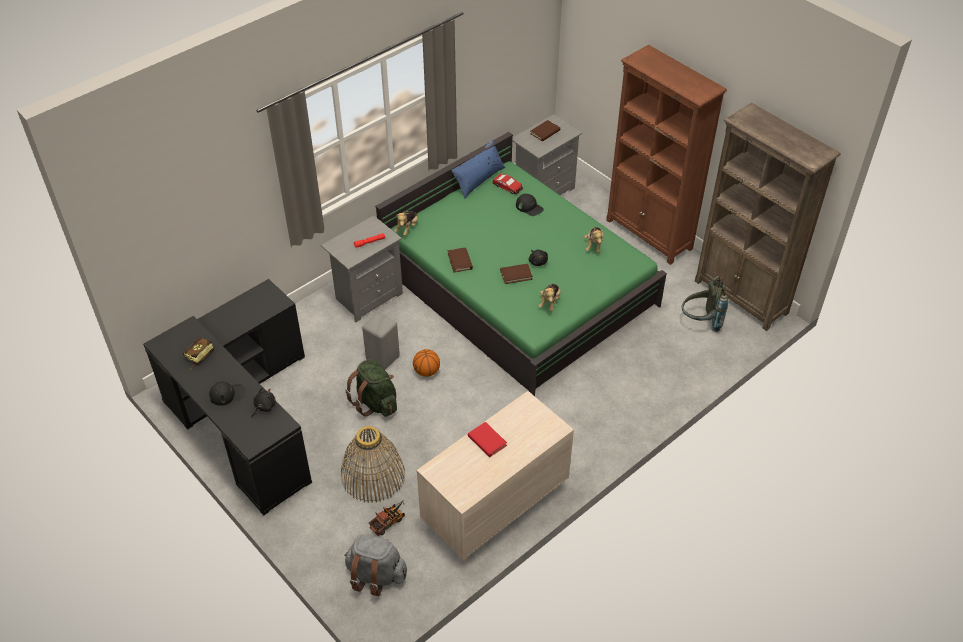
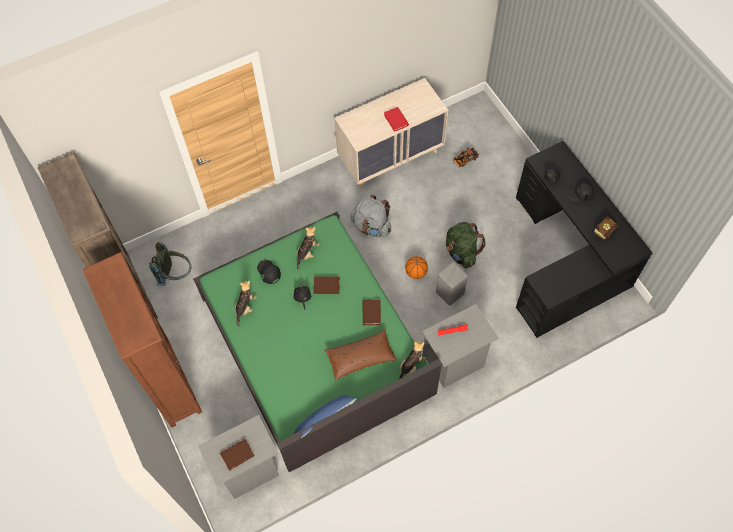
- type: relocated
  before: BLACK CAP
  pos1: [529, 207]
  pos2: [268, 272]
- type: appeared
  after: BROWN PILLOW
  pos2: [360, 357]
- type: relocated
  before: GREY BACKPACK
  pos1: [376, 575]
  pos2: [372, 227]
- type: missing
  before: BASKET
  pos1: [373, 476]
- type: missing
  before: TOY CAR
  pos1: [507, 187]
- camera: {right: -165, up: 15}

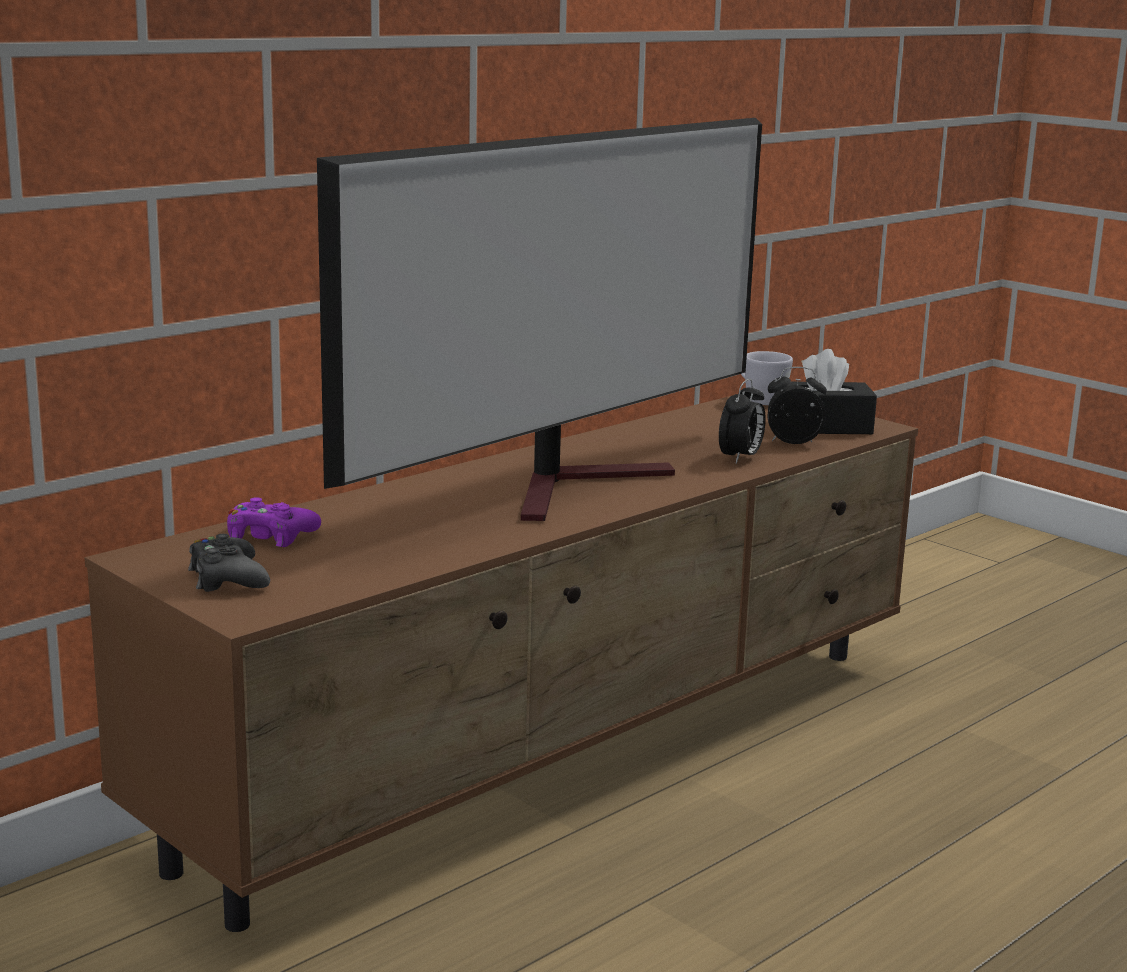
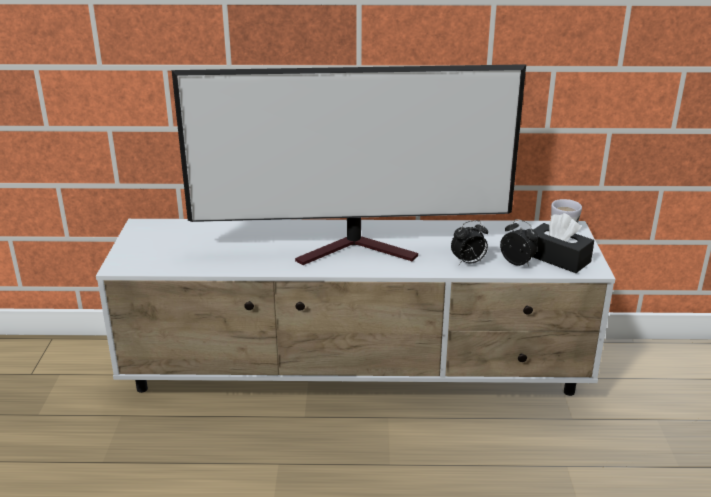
- type: colour
  before: BROWN TV STAND
  after: WHITE TV STAND
  pos1: [559, 749]
  pos2: [358, 375]
- type: missing
  before: BLACK GAME CONTROLLER
  pos1: [227, 578]
- type: missing
  before: PURPLE GAME CONTROLLER
  pos1: [269, 536]
- camera: {right: 45, up: 10}

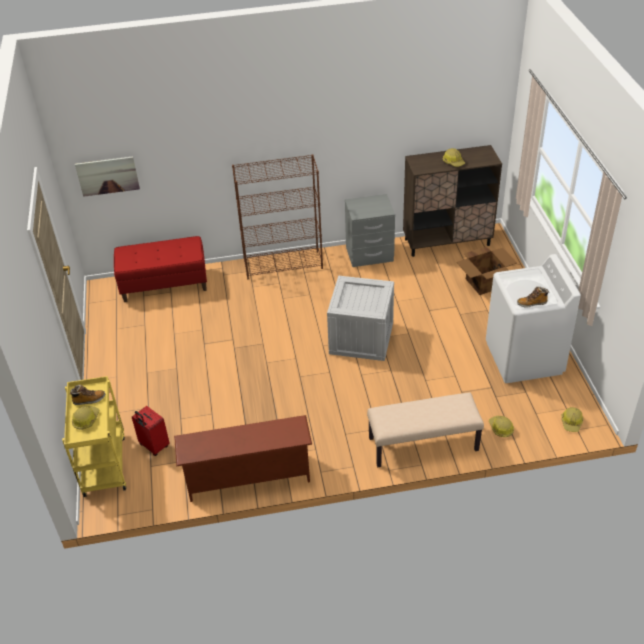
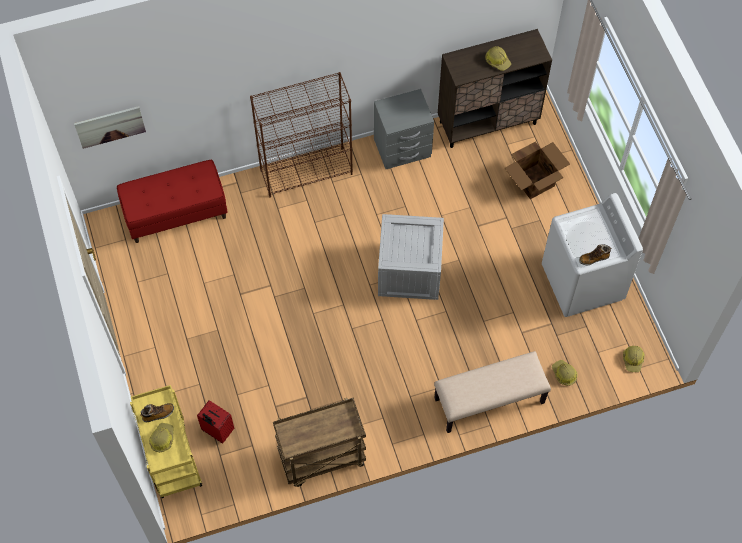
- type: exchanged
  before: BROWN SHOE RACK
  after: BROWN CART
  pos1: [248, 478]
  pos2: [321, 459]
- camera: {right: -10, up: 20}

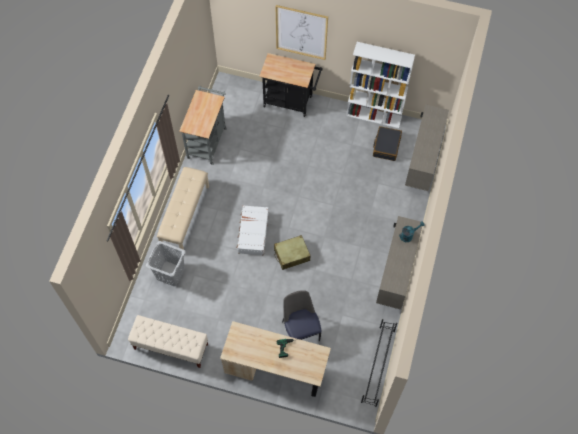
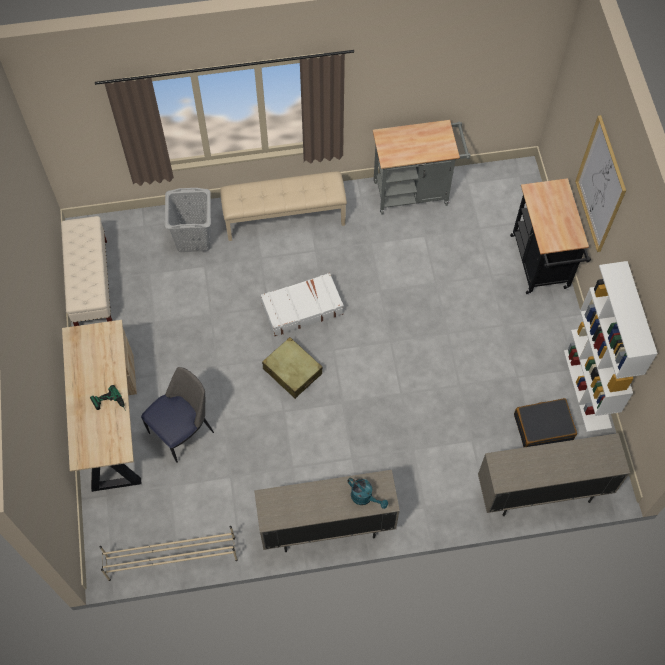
- type: colour
  before: BLACK SHOE RACK
  after: BEIGE SHOE RACK
  pos1: [377, 366]
  pos2: [171, 558]
- camera: {right: 65, up: 0}

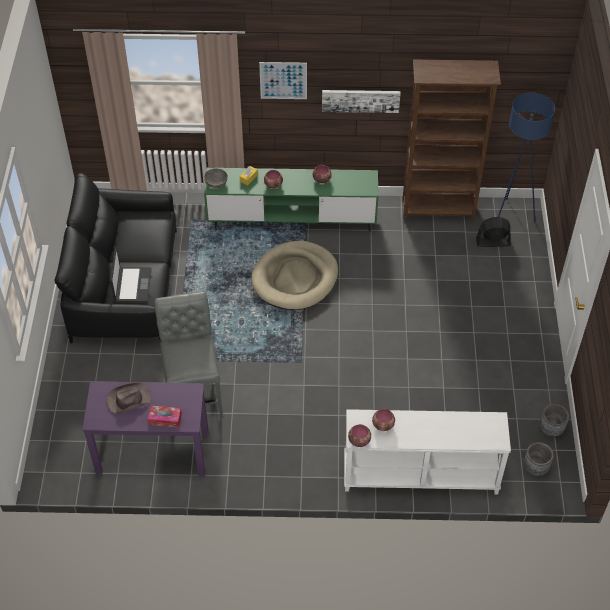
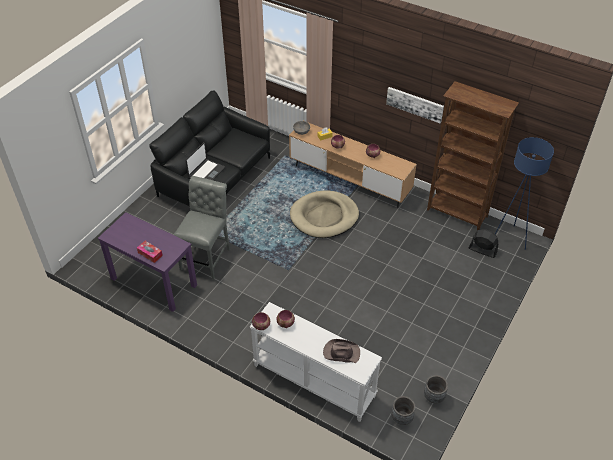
- type: colour
  before: GREEN TV STAND
  after: BROWN TV STAND
  pos1: [292, 220]
  pos2: [349, 180]
- type: relocated
  before: BROWN HAT
  pos1: [128, 399]
  pos2: [341, 352]
- type: missing
  before: PICTURE
  pos1: [283, 80]
- camera: {right: 30, up: -5}

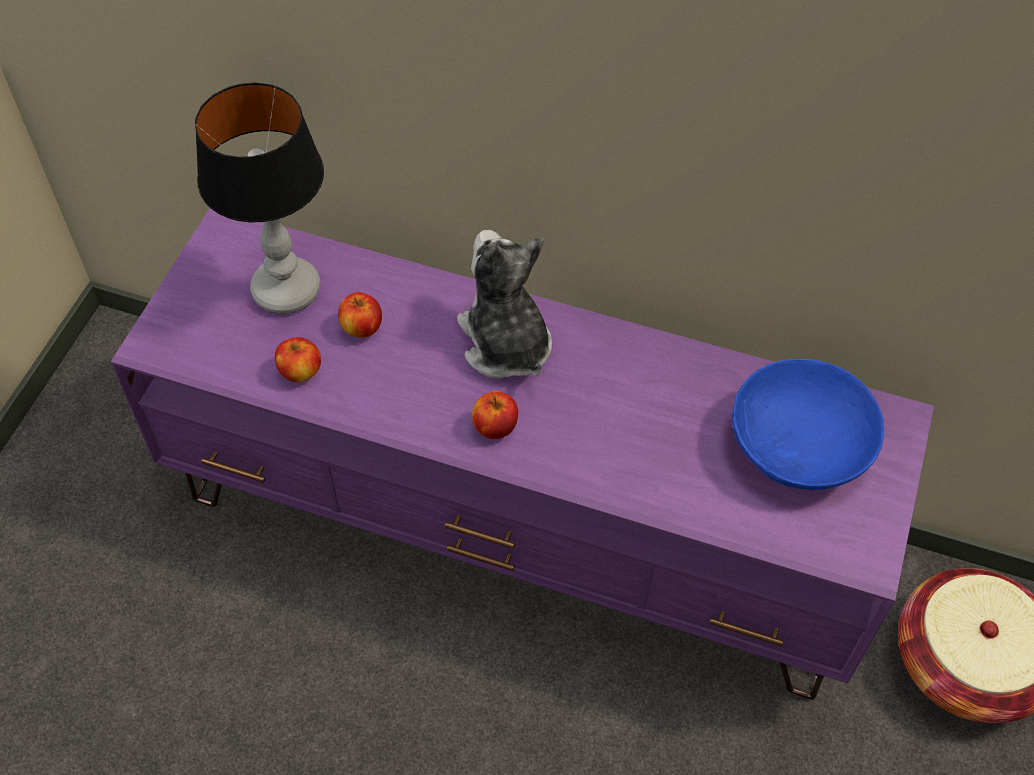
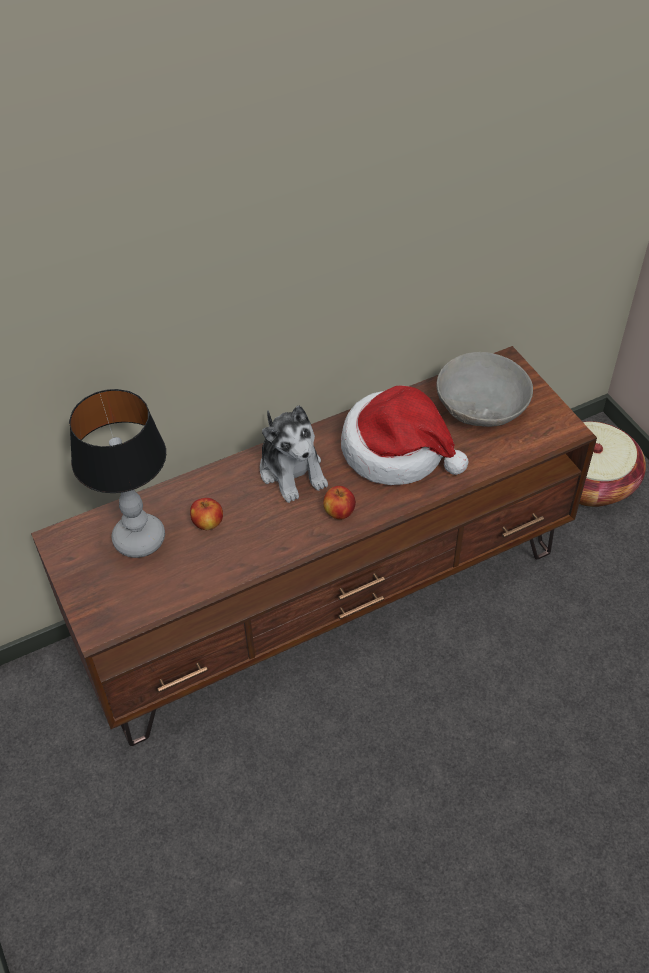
- type: colour
  before: PURPLE TV STAND
  after: BROWN TV STAND
  pos1: [519, 527]
  pos2: [327, 598]
- type: spun
  before: PLUSH TOY
  pos1: [505, 344]
  pos2: [292, 471]
  turn: -135
- type: appeared
  after: HAT
  pos2: [397, 450]
- type: colour
  before: BLUE BOWL
  after: GREY BOWL
  pos1: [799, 446]
  pos2: [482, 407]
- type: missing
  before: APPLE
  pos1: [301, 372]
- camera: {right: -45, up: -5}

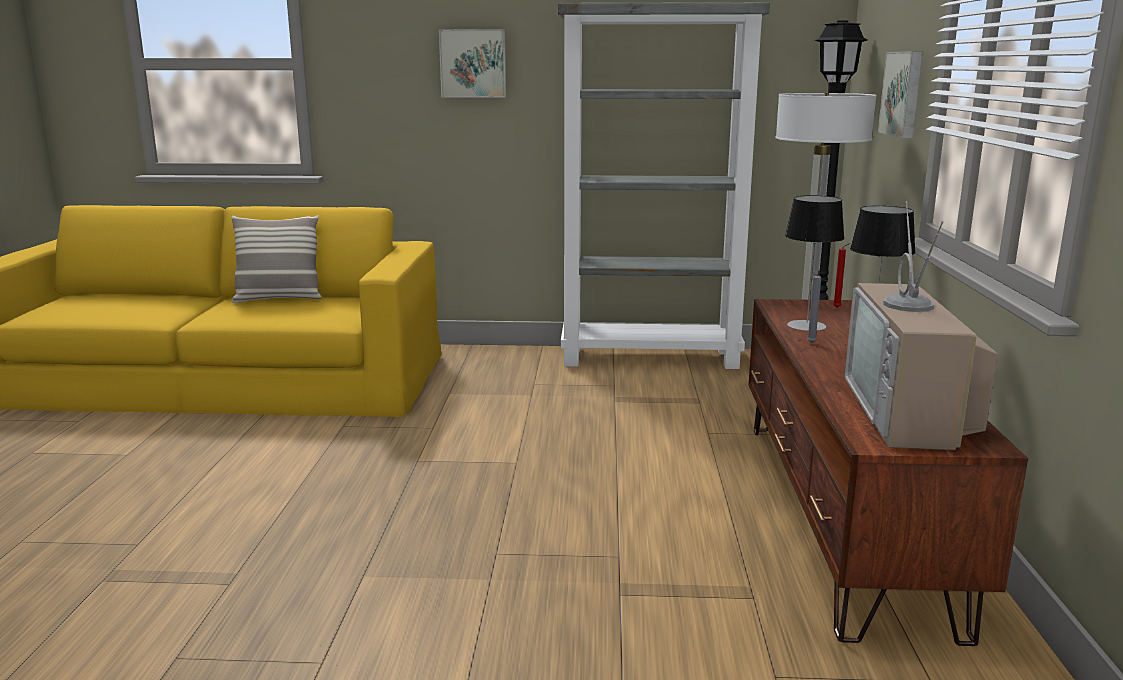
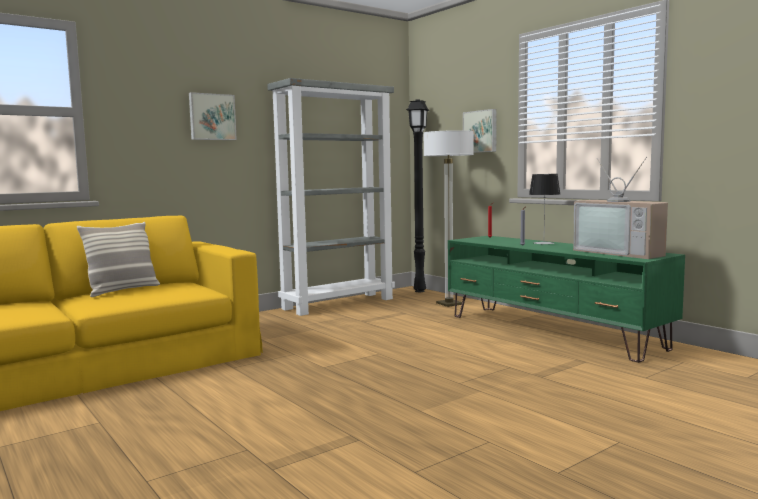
- type: colour
  before: BROWN TV STAND
  after: GREEN TV STAND
  pos1: [840, 514]
  pos2: [551, 331]
- type: missing
  before: TABLE LAMP
  pos1: [806, 325]
- camera: {right: -40, up: -10}

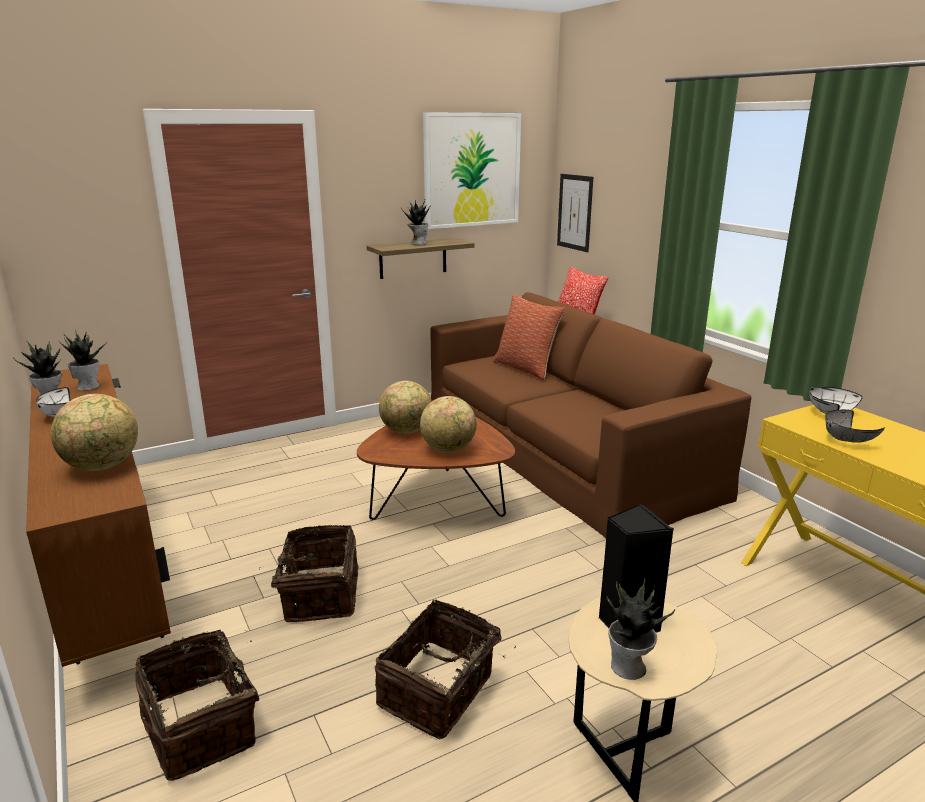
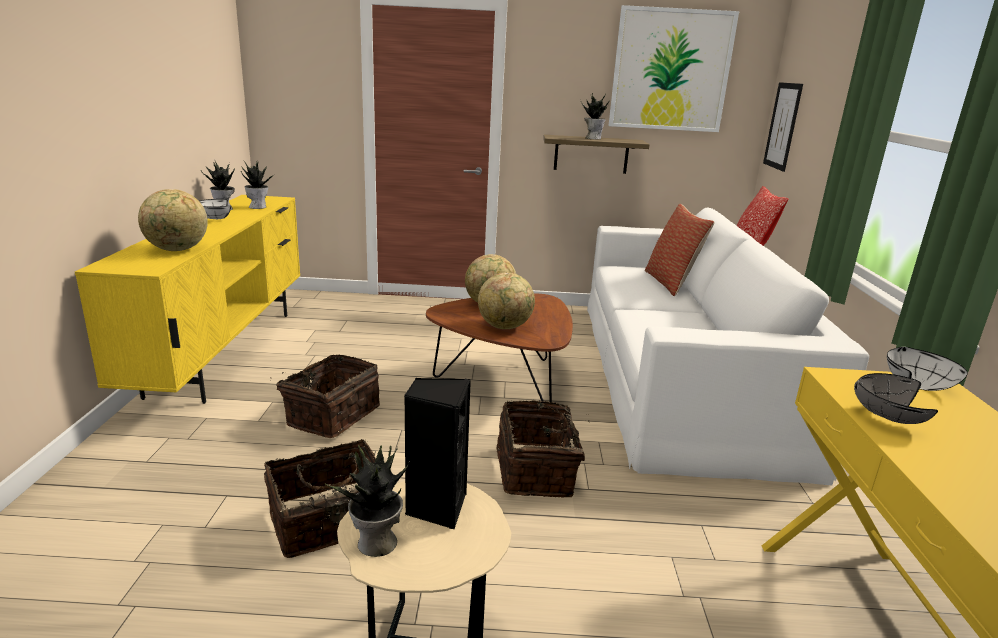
- type: colour
  before: BROWN TV STAND
  after: YELLOW TV STAND
  pos1: [109, 571]
  pos2: [225, 351]
- type: relocated
  before: BASKET
  pos1: [203, 726]
  pos2: [537, 471]
- type: colour
  before: BROWN SOFA
  after: WHITE SOFA
  pos1: [563, 447]
  pos2: [680, 374]
- camera: {right: 30, up: 0}

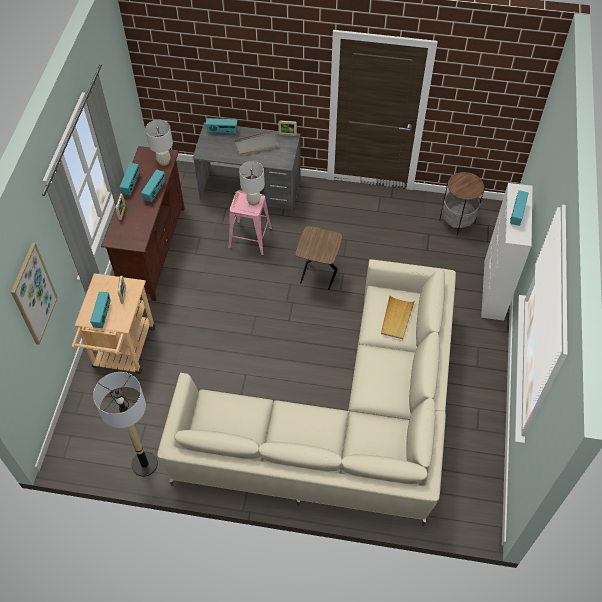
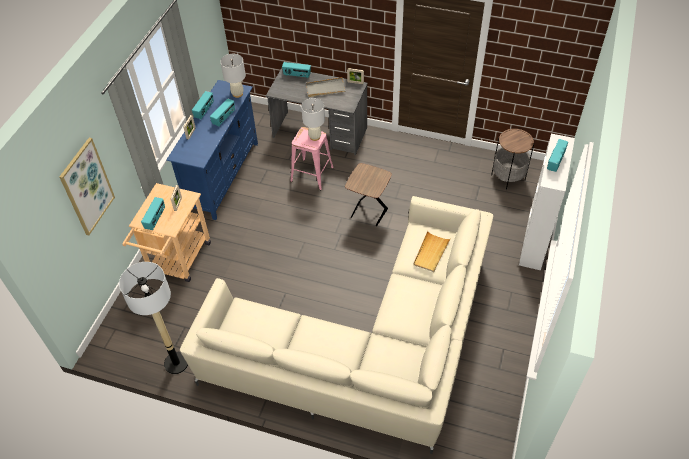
- type: colour
  before: BROWN TV STAND
  after: BLUE TV STAND
  pos1: [153, 250]
  pos2: [223, 176]
- camera: {right: 10, up: -5}

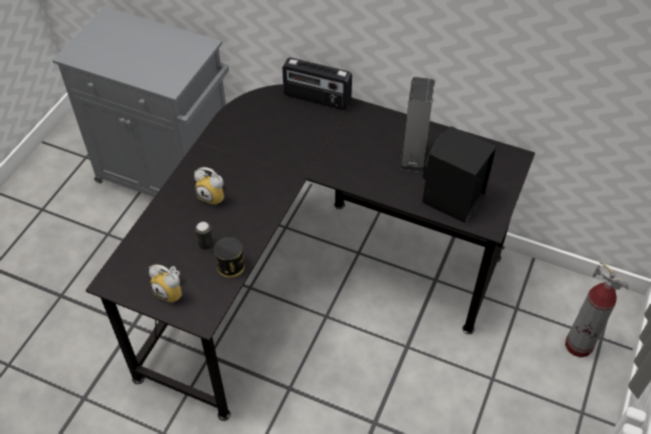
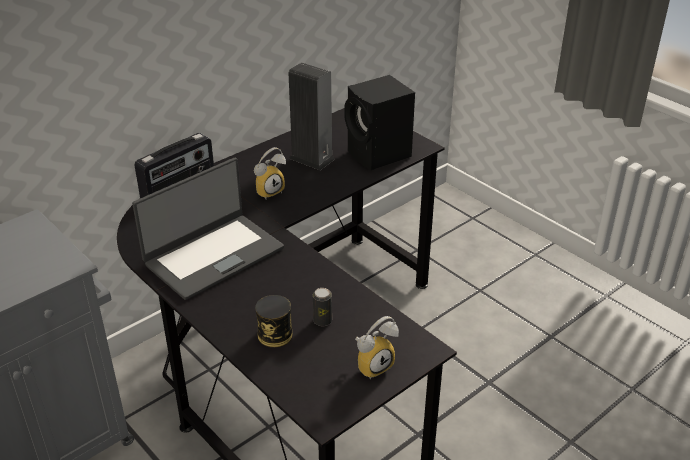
- type: appeared
  after: LAPTOP
  pos2: [213, 255]
- type: relocated
  before: ALARM CLOCK
  pos1: [214, 196]
  pos2: [269, 191]
- type: relocated
  before: CAN
  pos1: [231, 266]
  pos2: [275, 335]
- type: missing
  before: FIRE EXTINGUISHER
  pos1: [579, 345]
- camera: {right: -65, up: -15}

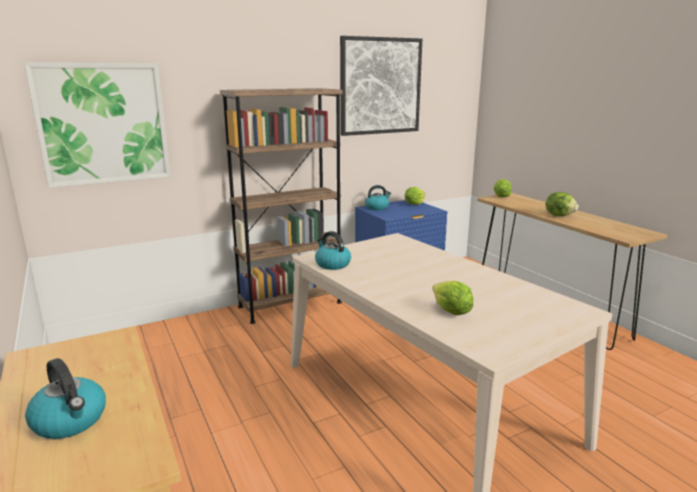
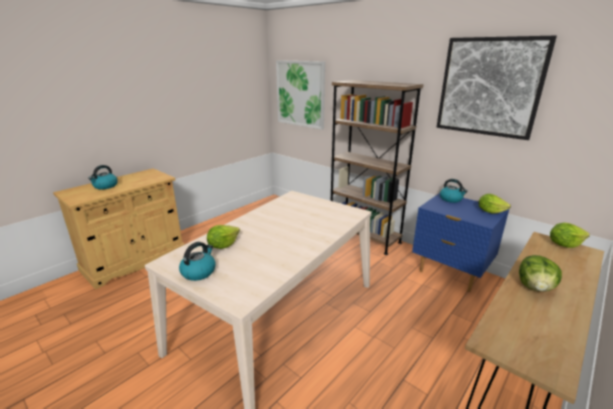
- type: relocated
  before: KETTLE
  pos1: [332, 264]
  pos2: [199, 272]
- camera: {right: 70, up: 5}

